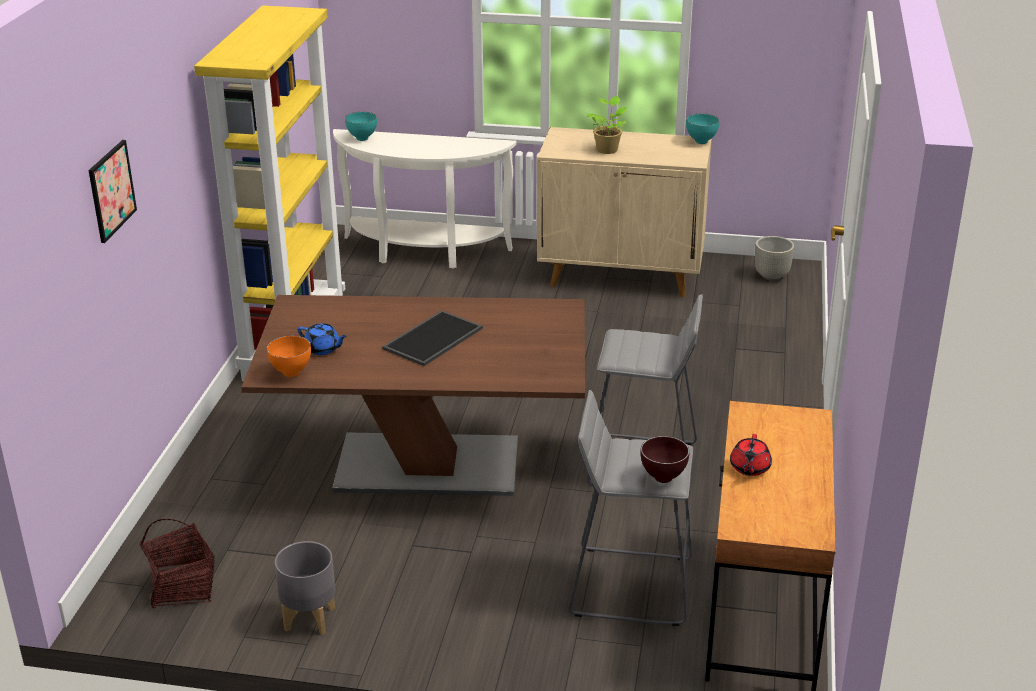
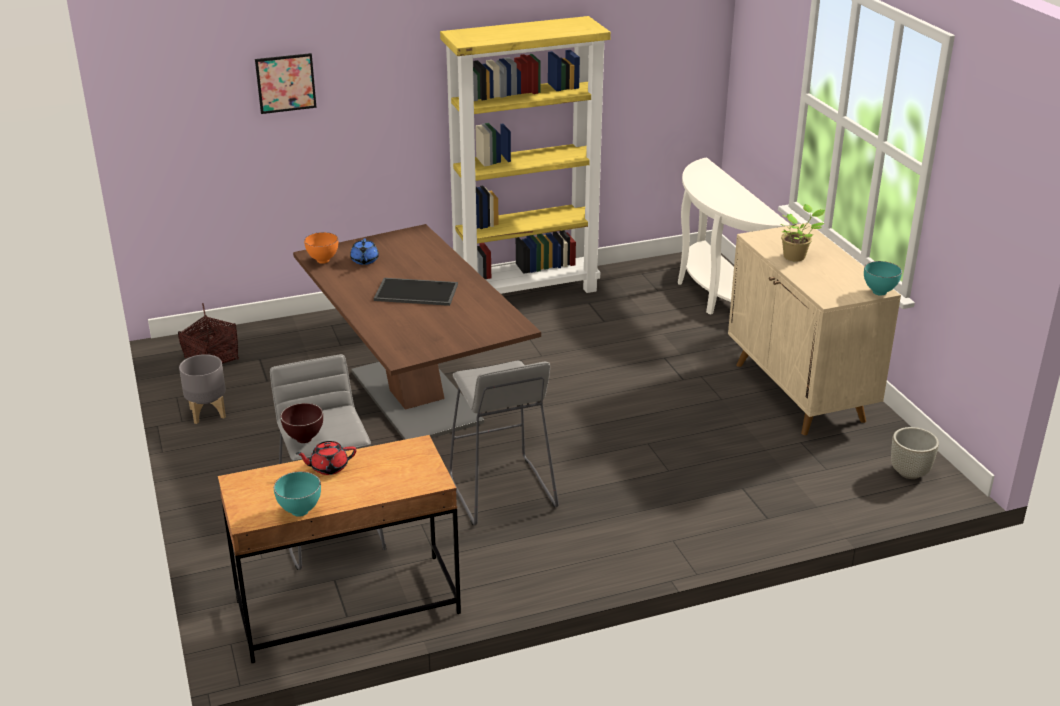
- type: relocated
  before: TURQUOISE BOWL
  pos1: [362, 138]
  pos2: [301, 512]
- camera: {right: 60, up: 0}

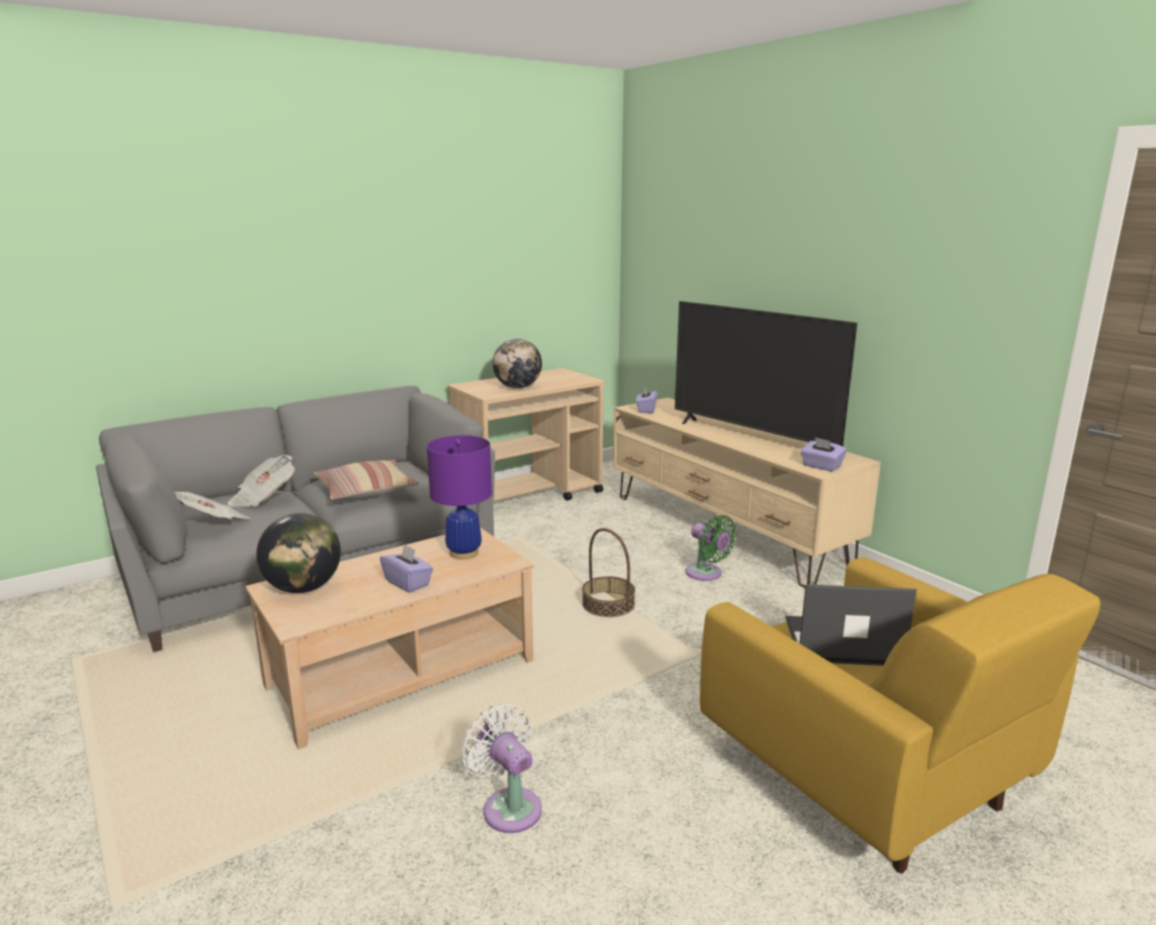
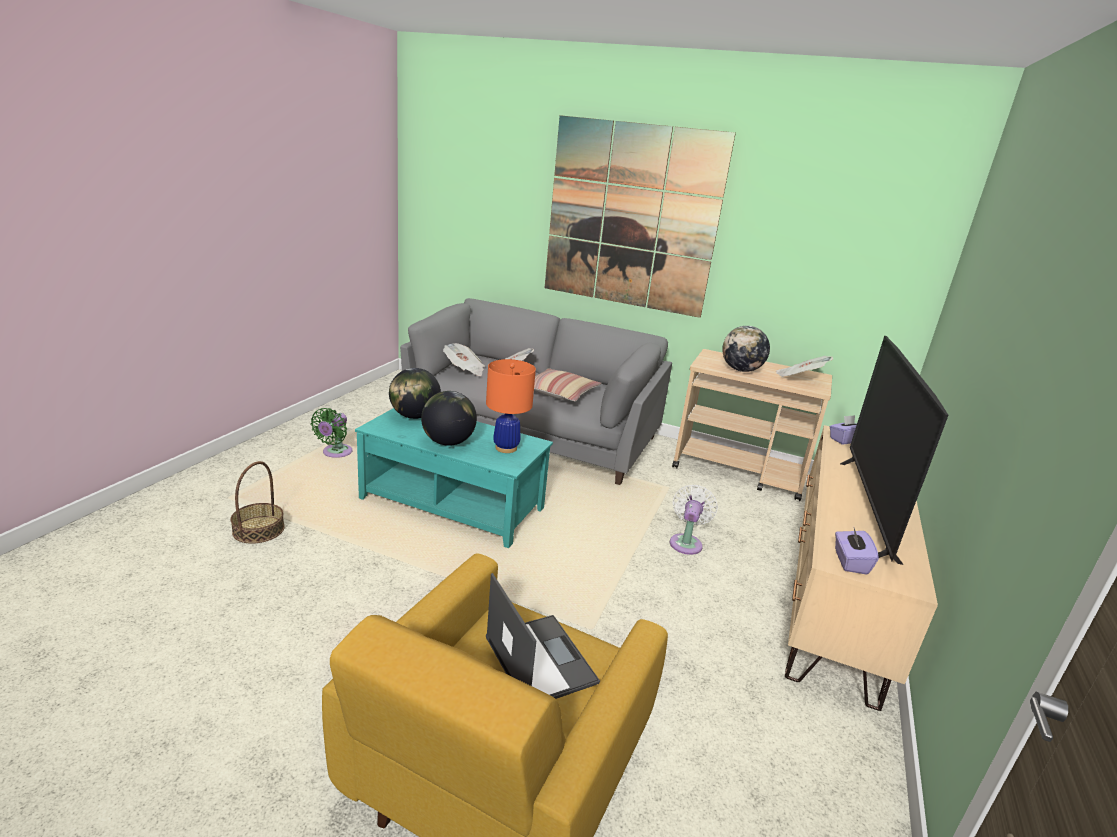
- type: relocated
  before: BASKET
  pos1: [608, 605]
  pos2: [258, 529]
- type: relocated
  before: GREEN FAN
  pos1: [706, 574]
  pos2: [335, 453]
- type: colour
  before: BEIGE COFFEE TABLE
  after: TURQUOISE COFFEE TABLE
  pos1: [401, 672]
  pos2: [453, 503]
- type: exchanged
  before: PURPLE TISSUE BOX
  after: GLOBE
  pos1: [408, 583]
  pos2: [448, 442]
- type: colour
  before: PURPLE TABLE LAMP
  after: ORANGE TABLE LAMP
  pos1: [464, 553]
  pos2: [506, 448]
- type: appeared
  after: PICTURE
  pos2: [631, 217]
- type: relocated
  before: WHITE FAN
  pos1: [508, 806]
  pos2: [686, 542]
- type: appeared
  after: NEWSPAPER
  pos2: [799, 378]
- camera: {right: 55, up: 5}

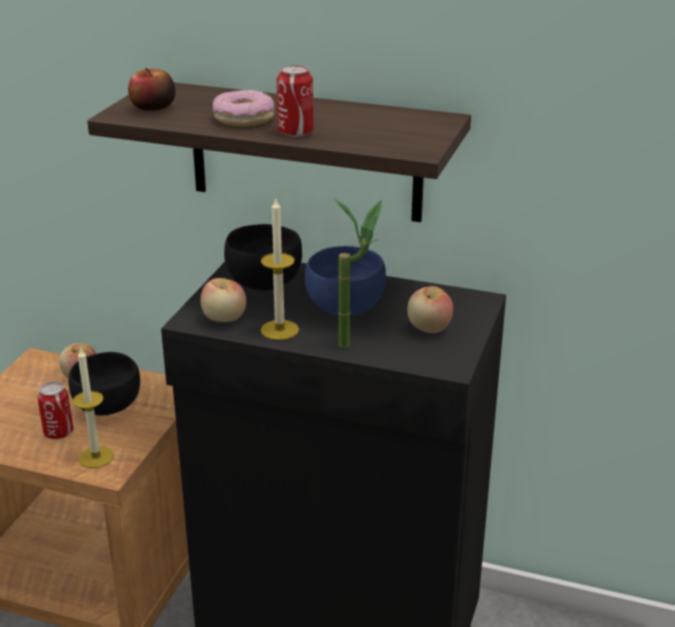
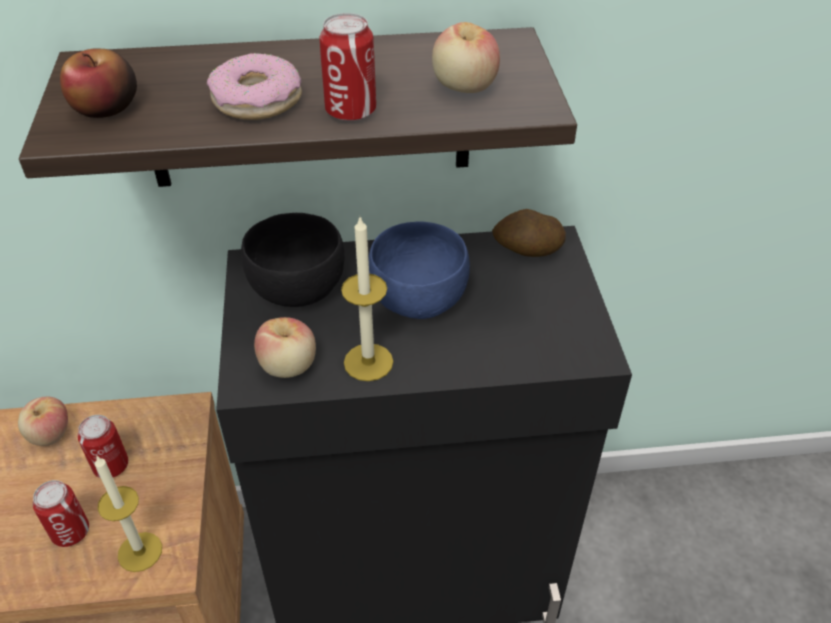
- type: exchanged
  before: BLACK BOWL
  after: CAN
  pos1: [108, 404]
  pos2: [111, 466]
- type: relocated
  before: APPLE
  pos1: [429, 328]
  pos2: [464, 87]
- type: appeared
  after: POTATO
  pos2: [527, 250]
- type: missing
  before: POTTED PLANT
  pos1: [356, 343]
- camera: {right: -25, up: 15}

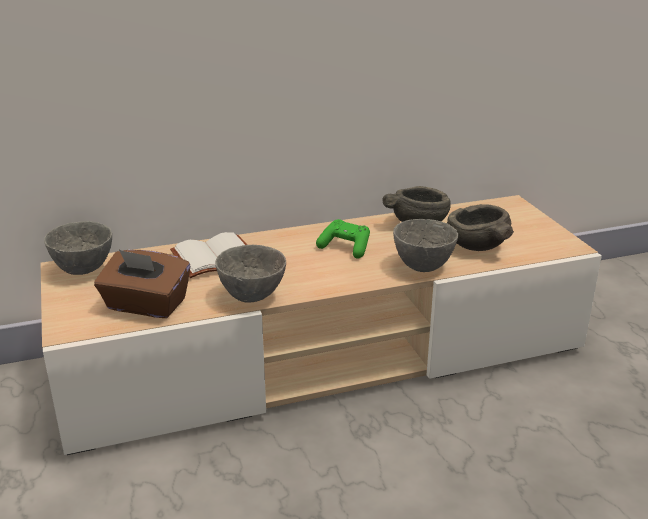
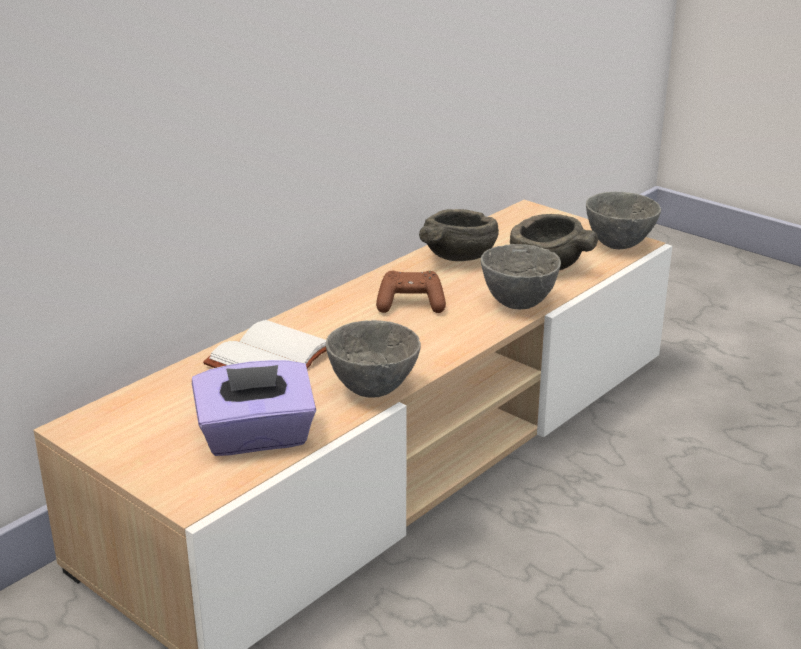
- type: colour
  before: BROWN TISSUE BOX
  after: PURPLE TISSUE BOX
  pos1: [146, 305]
  pos2: [256, 438]
- type: colour
  before: GREEN GAME CONTROLLER
  after: BROWN GAME CONTROLLER
  pos1: [345, 248]
  pos2: [411, 304]
- type: relocated
  before: GREY BOWL
  pos1: [84, 269]
  pos2: [618, 244]
- camera: {right: -30, up: 0}

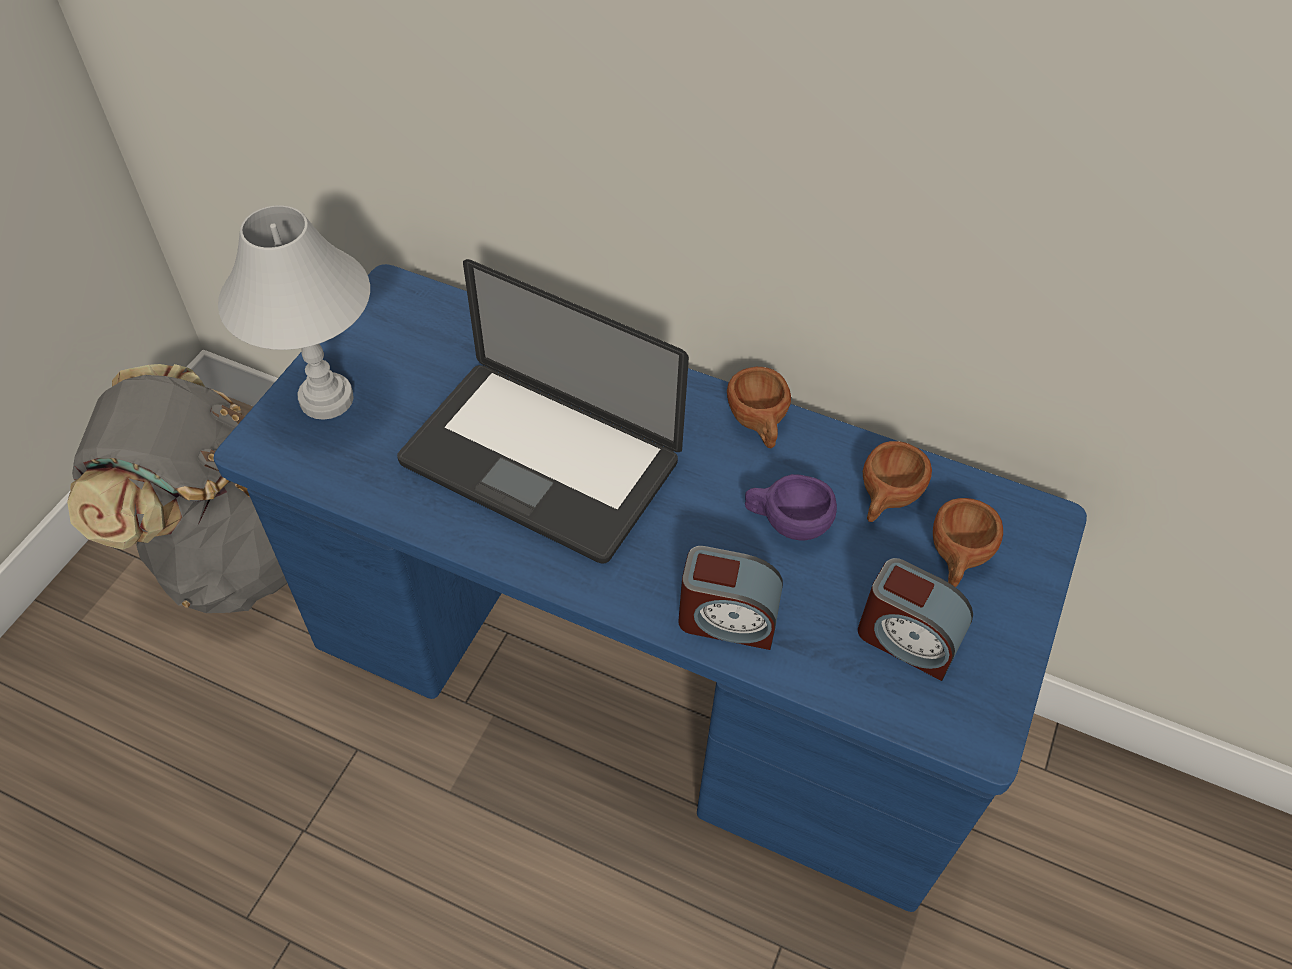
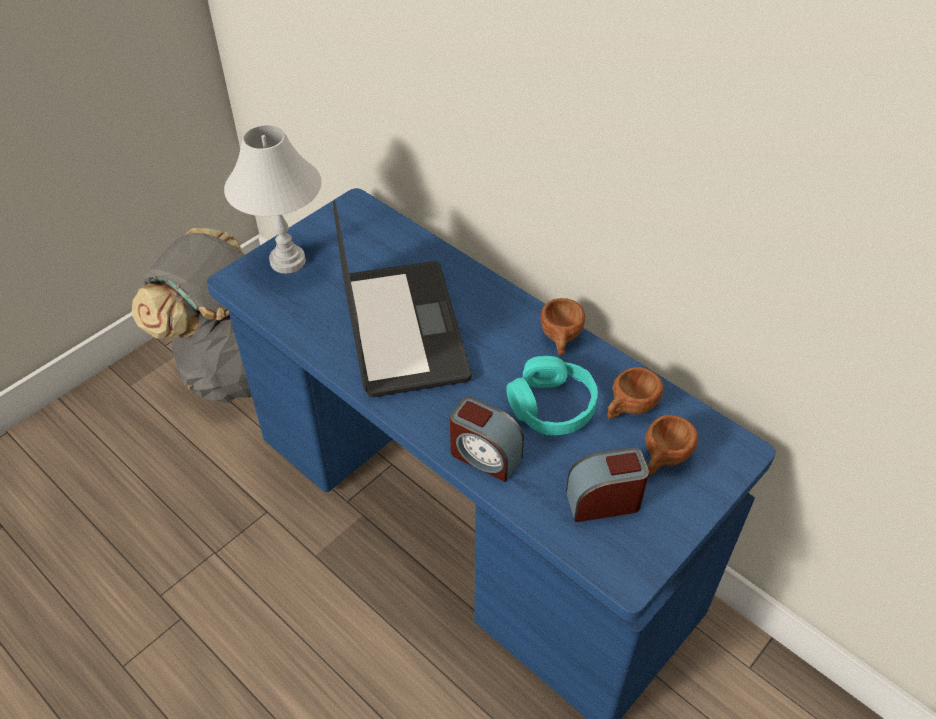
- type: spun
  before: LAPTOP
  pos1: [540, 462]
  pos2: [404, 329]
  turn: -150
- type: exchanged
  before: PURPLE CUP
  after: TURQUOISE HEADPHONES
  pos1: [786, 523]
  pos2: [551, 406]
- type: spun
  before: ALARM CLOCK
  pos1: [907, 639]
  pos2: [603, 500]
  turn: 120
- camera: {right: 20, up: -5}

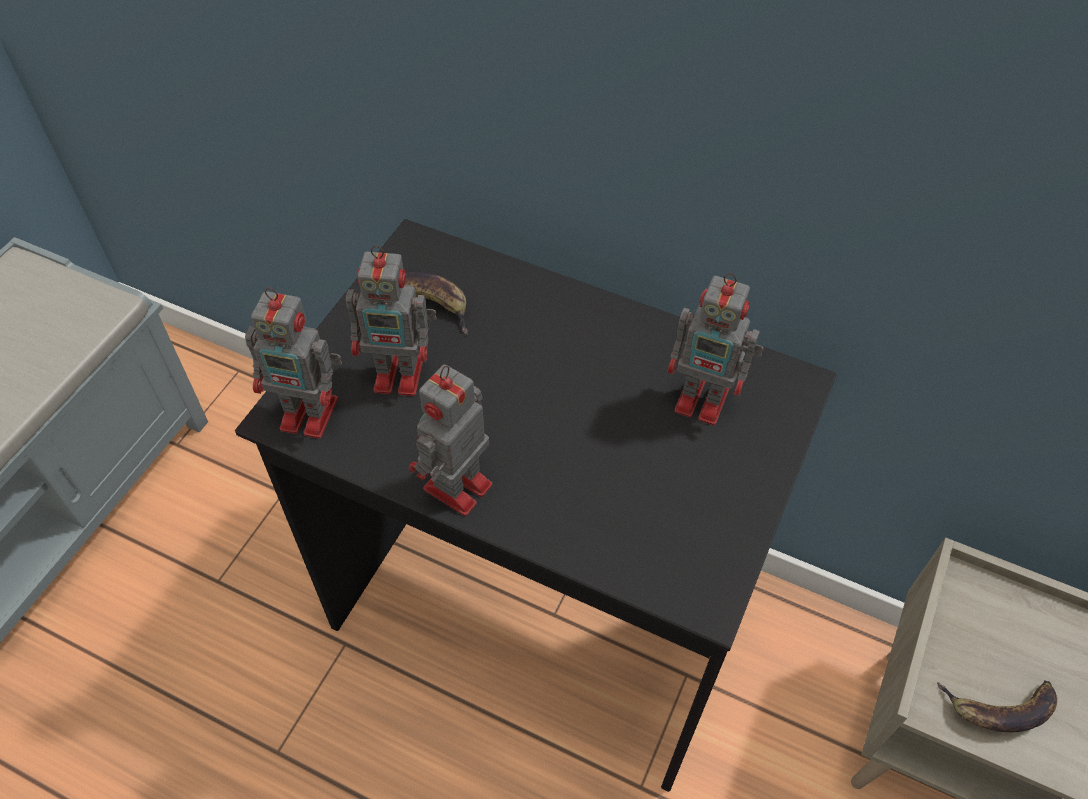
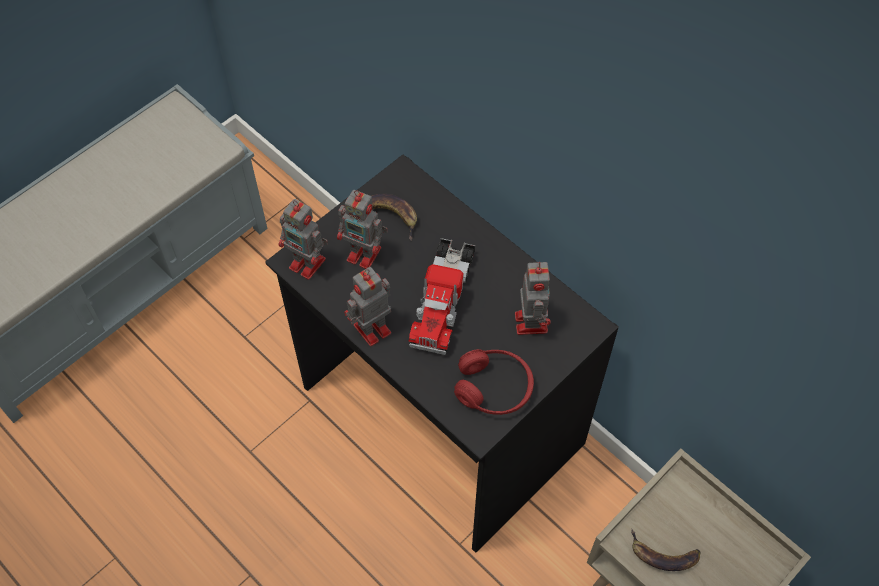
- type: appeared
  after: TOY TRUCK
  pos2: [442, 299]
- type: appeared
  after: RED HEADPHONES
  pos2: [494, 388]
- type: spun
  before: TOY ROBOT
  pos1: [705, 400]
  pos2: [530, 321]
  turn: -135
- camera: {right: 20, up: 5}

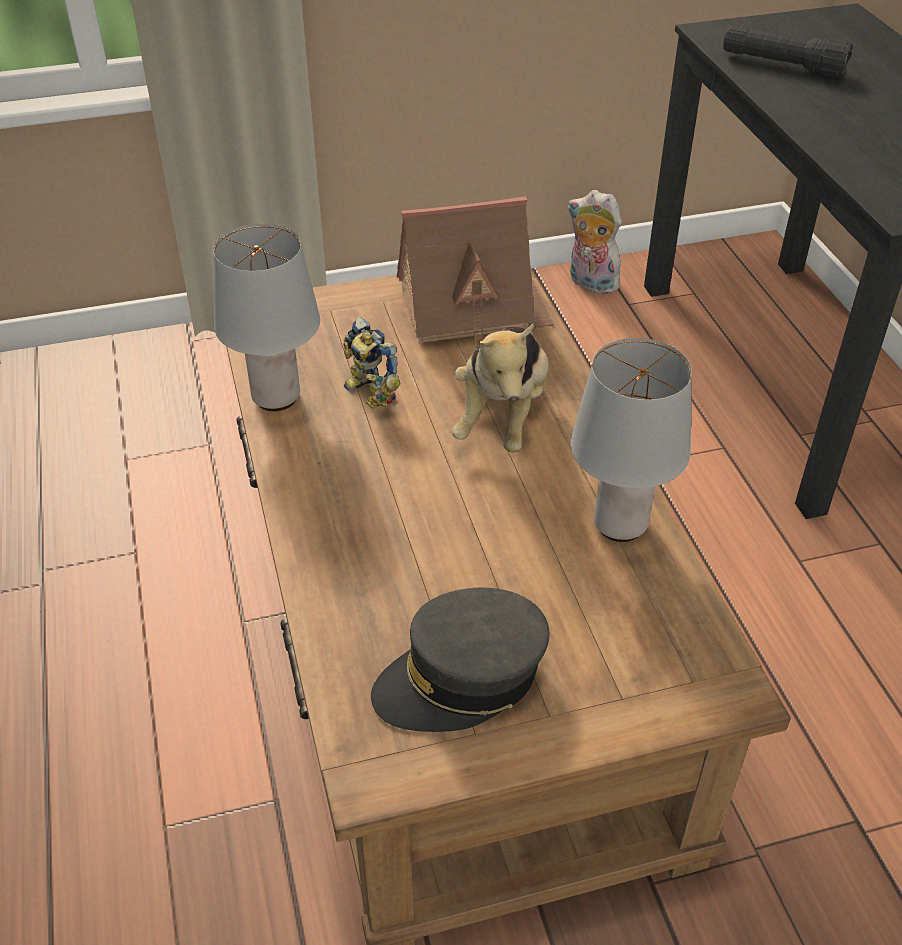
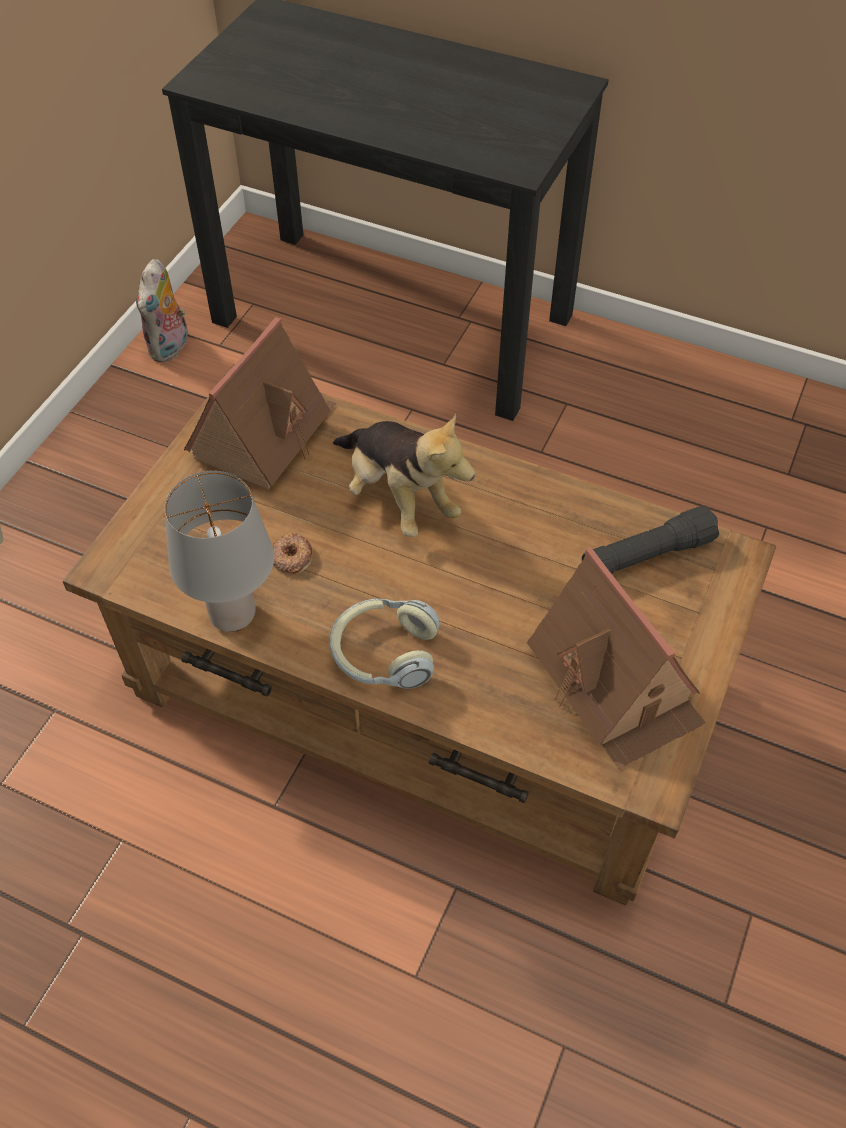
- type: spun
  before: PLUSH TOY
  pos1: [590, 283]
  pos2: [170, 348]
  turn: -60
- type: exchanged
  before: TOY ROBOT
  after: DONUT
  pos1: [367, 395]
  pos2: [291, 557]
- type: appeared
  after: HEADPHONES
  pos2: [384, 653]
- type: exchanged
  before: GREY CAP
  after: TOY HOUSE
  pos1: [462, 679]
  pos2: [615, 683]
- type: relocated
  before: BLACK FLASHLIGHT
  pos1: [782, 65]
  pos2: [646, 555]
- type: missing
  before: GREY TABLE LAMP
  pos1: [619, 526]
- camera: {right: -50, up: 10}

